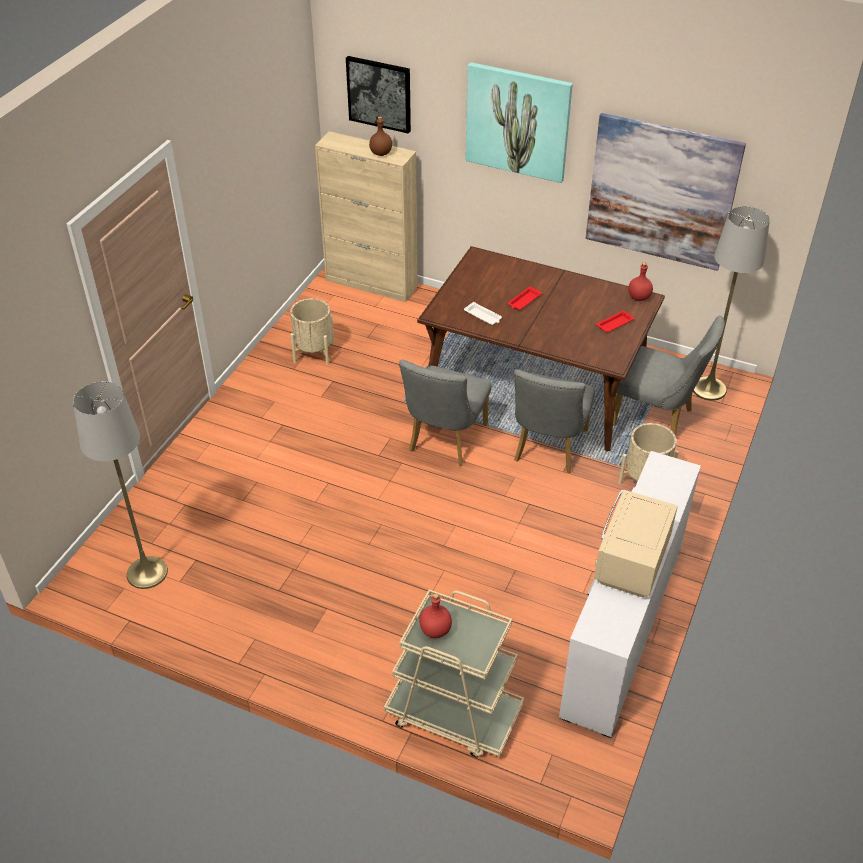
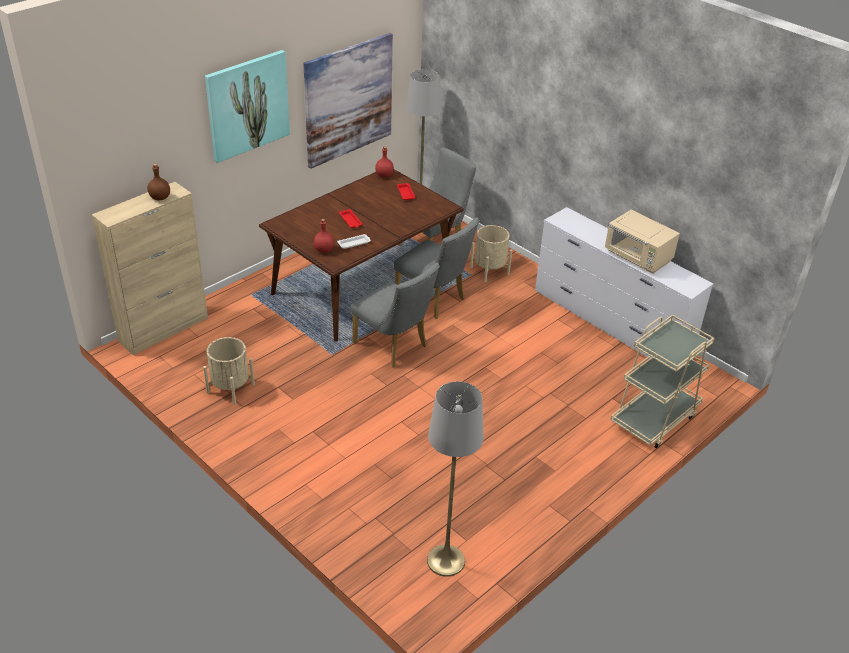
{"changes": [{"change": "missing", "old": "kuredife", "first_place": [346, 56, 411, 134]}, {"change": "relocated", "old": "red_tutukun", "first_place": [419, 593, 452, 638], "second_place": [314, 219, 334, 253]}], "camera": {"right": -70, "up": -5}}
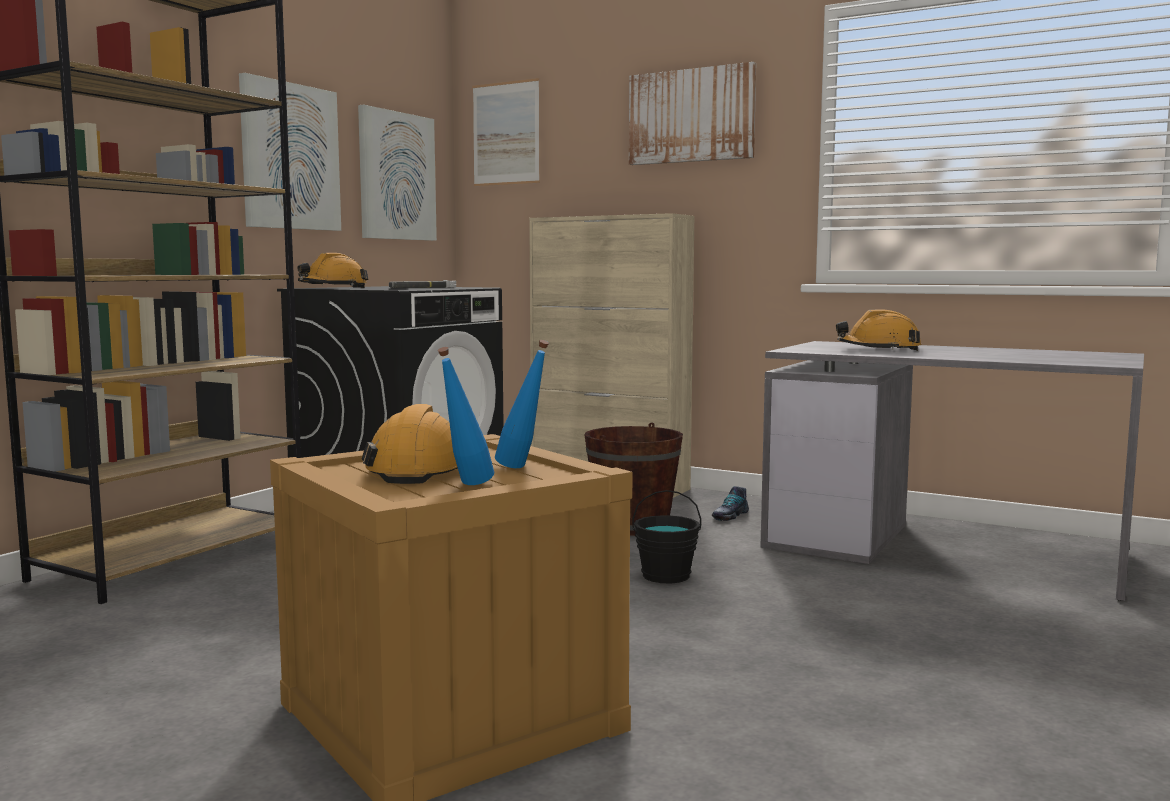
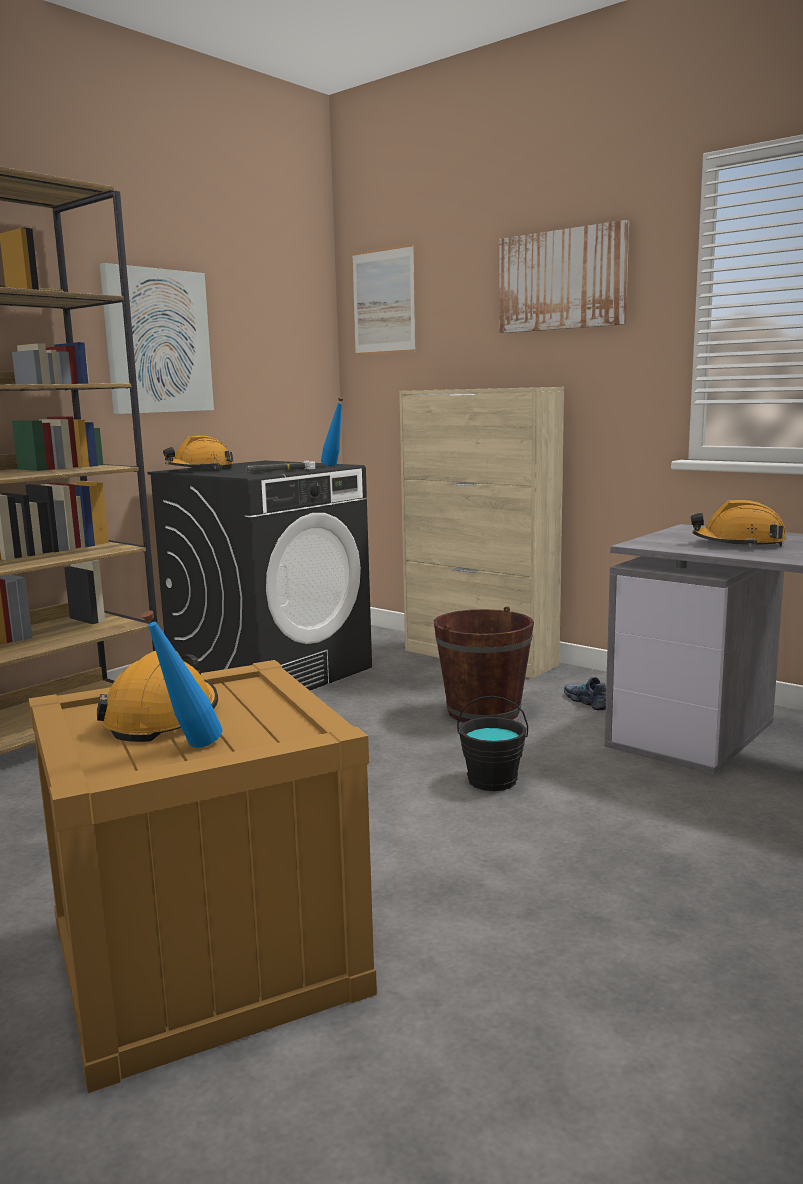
{"changes": [{"change": "missing", "old": "kuredife", "first_place": [358, 105, 437, 241]}, {"change": "relocated", "old": "blue_tutukun", "first_place": [495, 340, 549, 468], "second_place": [321, 397, 343, 466]}, {"change": "spun", "old": "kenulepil", "first_place": [712, 486, 749, 521], "second_place": [564, 677, 606, 710], "degrees": 105}], "camera": {"right": 10, "up": 5}}
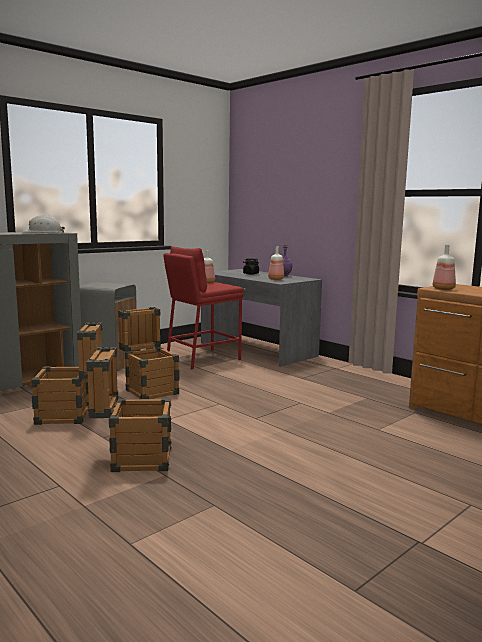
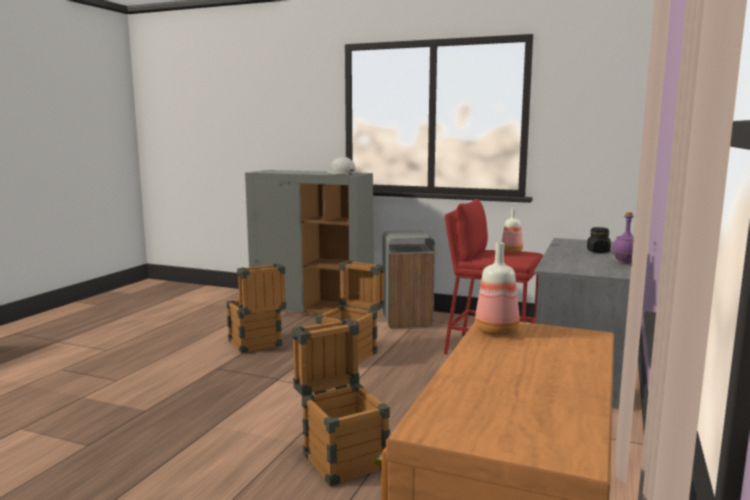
{"changes": [{"change": "missing", "old": "tutukun", "first_place": [268, 246, 284, 280]}, {"change": "relocated", "old": "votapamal", "first_place": [86, 347, 172, 472], "second_place": [292, 318, 390, 486]}], "camera": {"right": 65, "up": 0}}
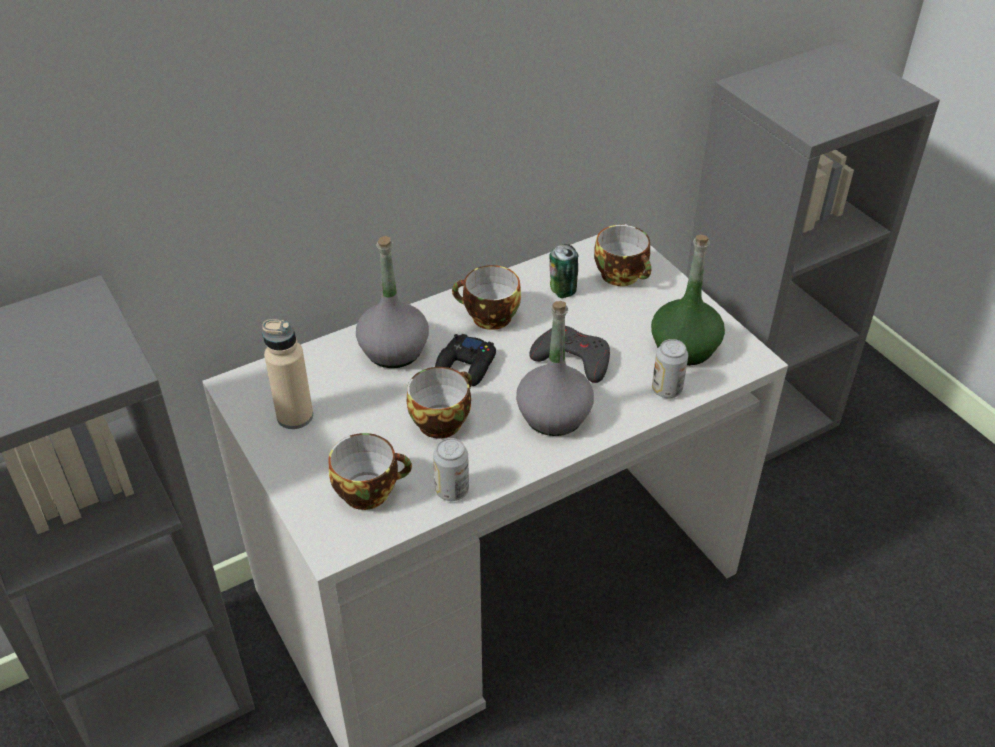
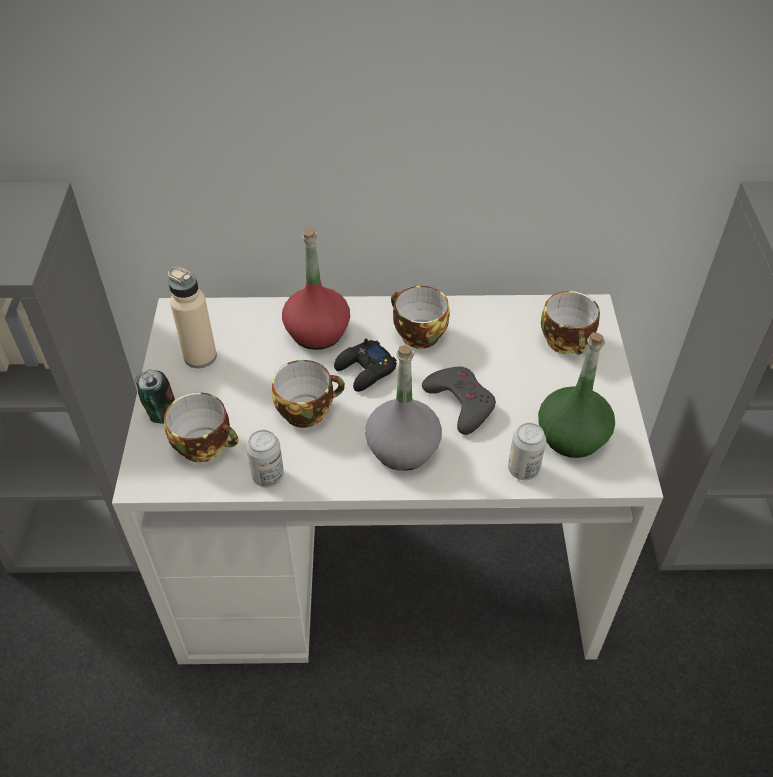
{"changes": [{"change": "colour", "old": "grey_tutukun", "new": "red_tutukun", "first_place": [356, 236, 429, 368], "second_place": [282, 228, 350, 350]}, {"change": "relocated", "old": "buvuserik", "first_place": [550, 244, 579, 298], "second_place": [135, 370, 175, 424]}], "camera": {"right": 30, "up": 5}}
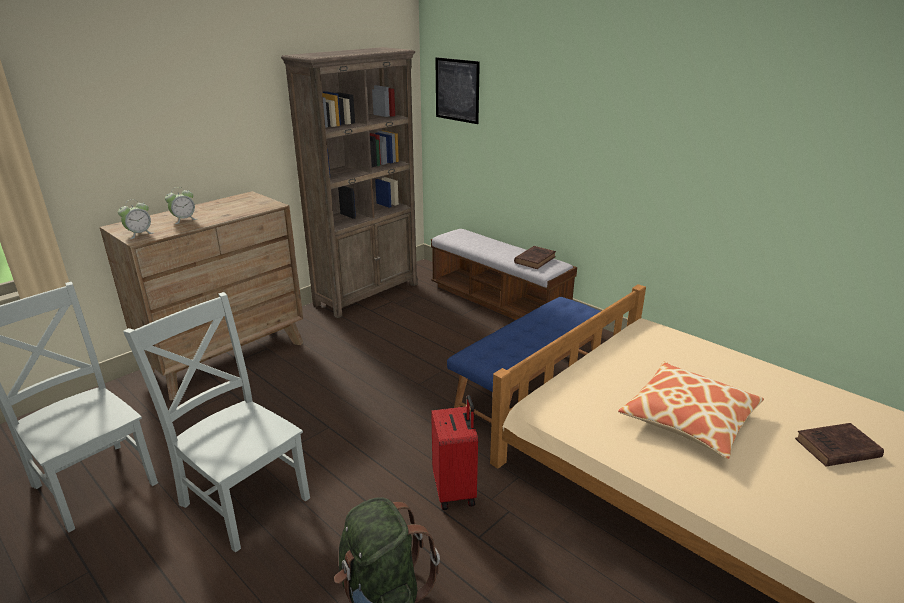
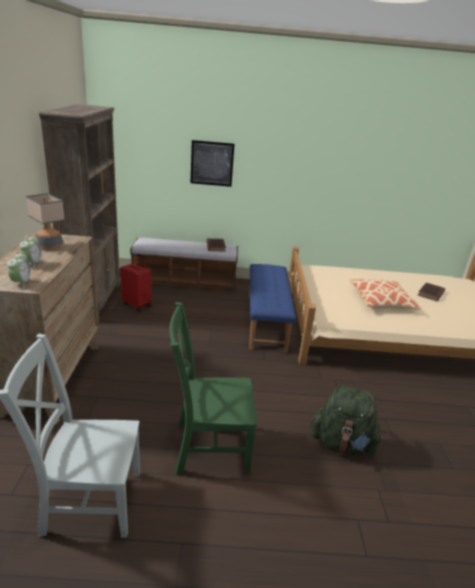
{"changes": [{"change": "relocated", "old": "kuredife", "first_place": [435, 57, 480, 124], "second_place": [191, 140, 234, 187]}, {"change": "colour", "old": "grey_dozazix", "new": "green_dozazix", "first_place": [123, 292, 310, 553], "second_place": [169, 302, 257, 474]}, {"change": "relocated", "old": "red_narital", "first_place": [431, 395, 478, 510], "second_place": [120, 254, 152, 312]}, {"change": "appeared", "new": "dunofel", "second_place": [26, 193, 65, 249]}], "camera": {"right": -45, "up": 0}}
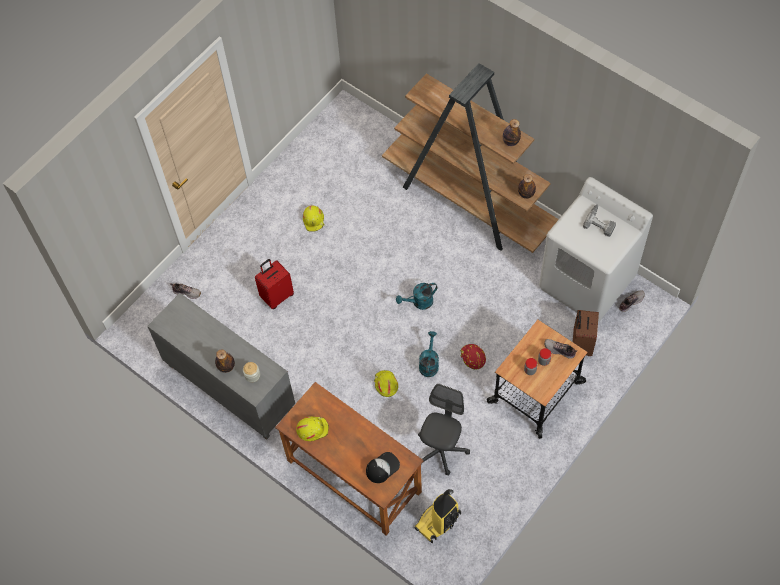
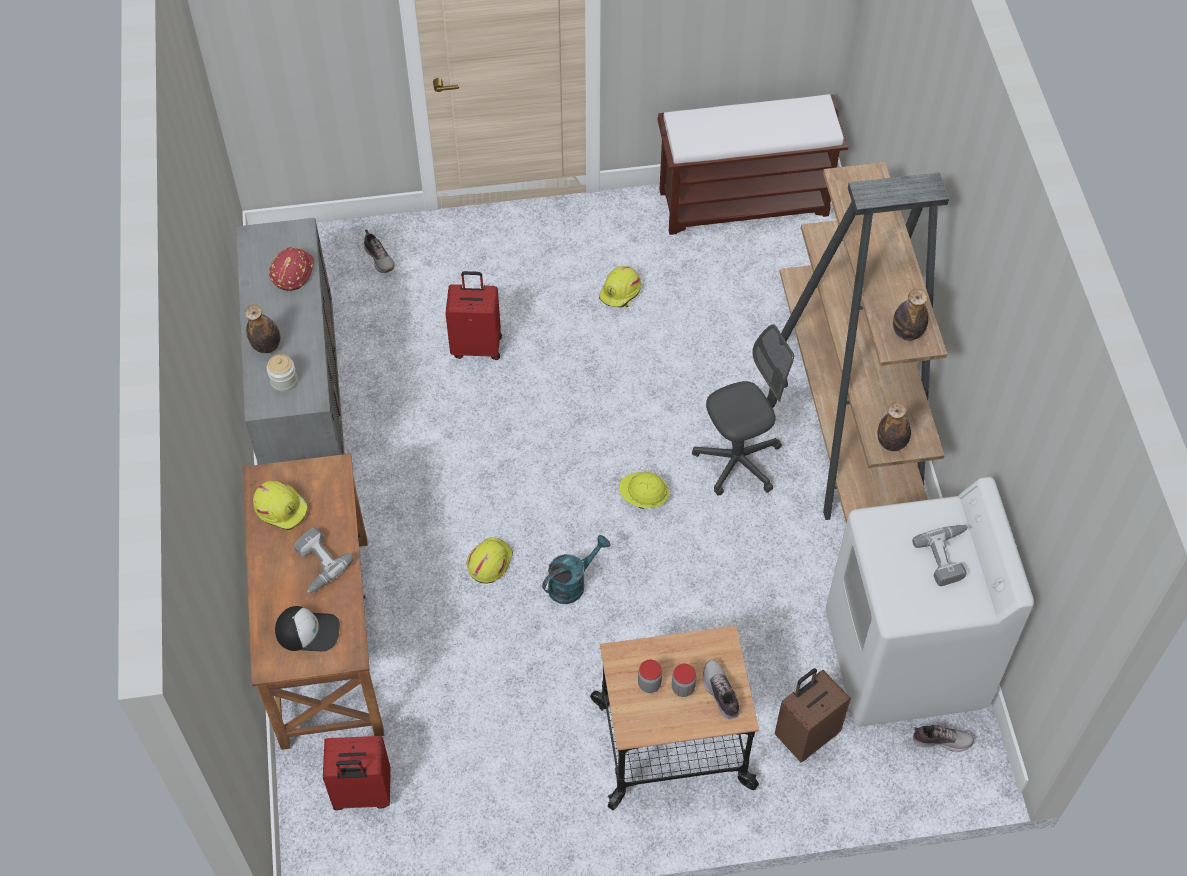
{"changes": [{"change": "exchanged", "old": "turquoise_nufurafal", "new": "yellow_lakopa", "first_place": [396, 283, 438, 310], "second_place": [619, 472, 669, 509]}, {"change": "relocated", "old": "red_lakopa", "first_place": [460, 344, 486, 370], "second_place": [269, 247, 314, 291]}, {"change": "relocated", "old": "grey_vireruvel", "first_place": [418, 384, 470, 476], "second_place": [692, 325, 794, 496]}, {"change": "exchanged", "old": "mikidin", "new": "red_narital", "first_place": [415, 489, 461, 544], "second_place": [323, 736, 391, 810]}, {"change": "appeared", "new": "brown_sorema", "second_place": [658, 94, 848, 235]}, {"change": "appeared", "new": "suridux", "second_place": [294, 528, 354, 593]}], "camera": {"right": 40, "up": -5}}
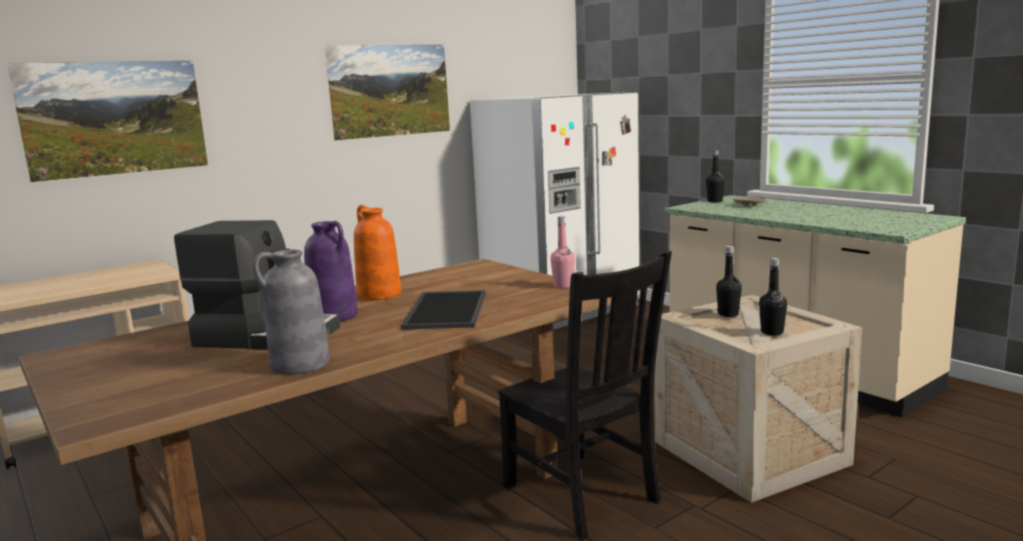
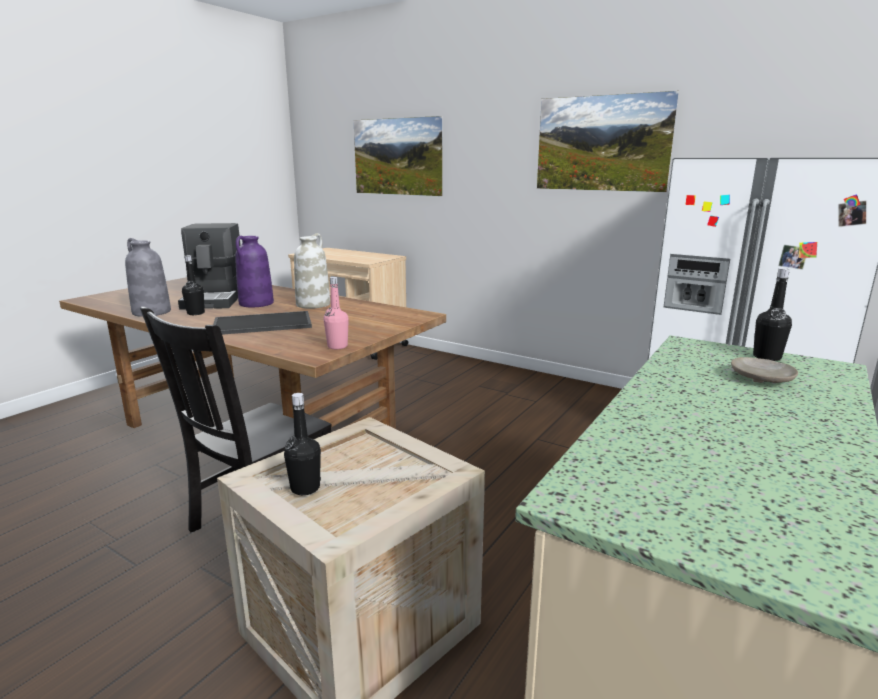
{"changes": [{"change": "colour", "old": "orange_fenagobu", "new": "white_fenagobu", "first_place": [354, 205, 401, 300], "second_place": [294, 233, 330, 309]}, {"change": "relocated", "old": "black_tutukun", "first_place": [716, 246, 742, 317], "second_place": [182, 255, 205, 315]}], "camera": {"right": 70, "up": 5}}
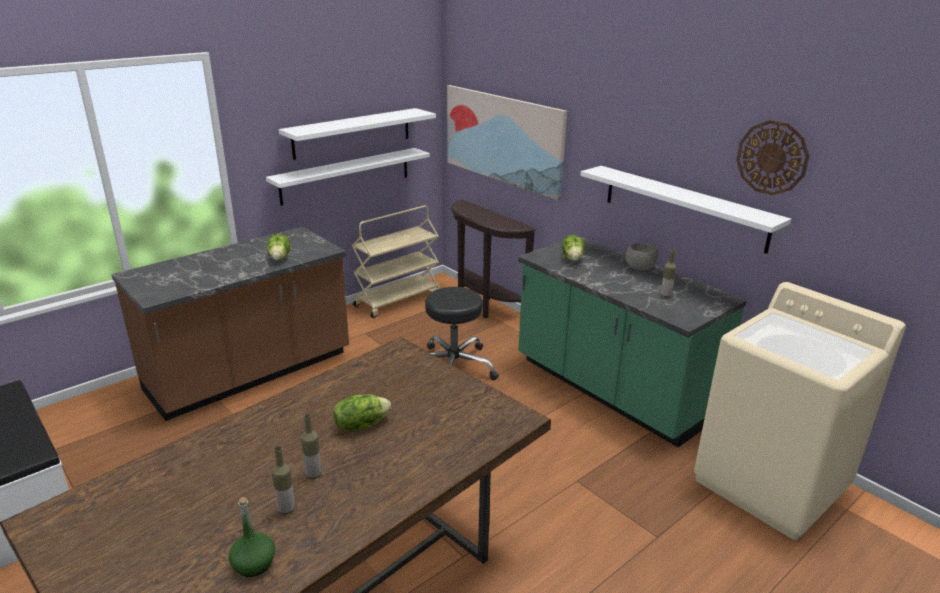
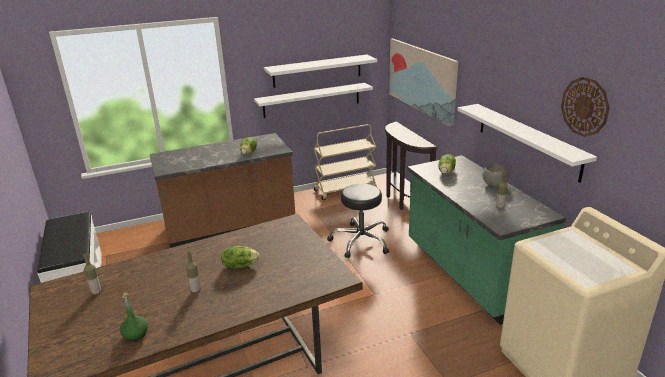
{"changes": [{"change": "relocated", "old": "tutukun", "first_place": [272, 446, 295, 514], "second_place": [83, 254, 101, 295]}], "camera": {"right": 20, "up": 0}}
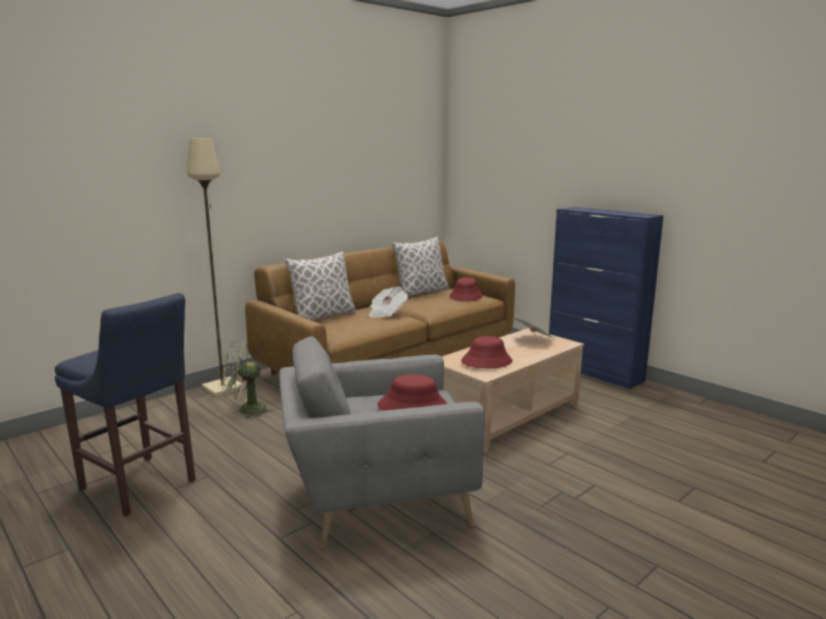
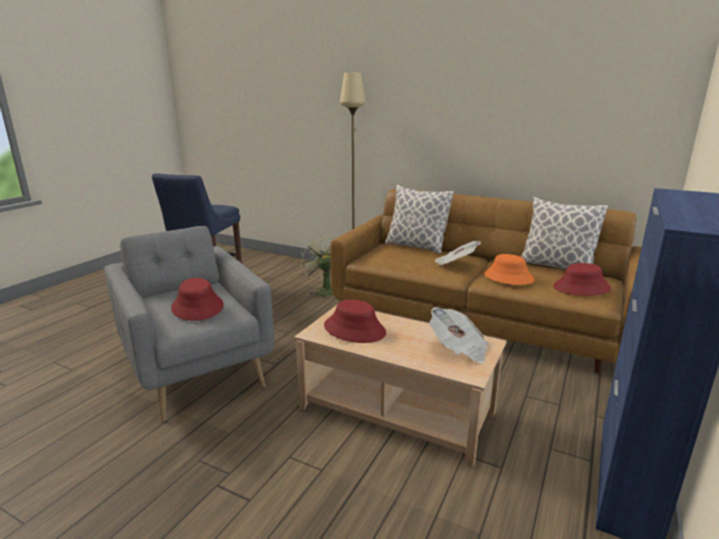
{"changes": [{"change": "appeared", "new": "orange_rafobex", "second_place": [484, 254, 535, 285]}], "camera": {"right": 70, "up": 5}}
